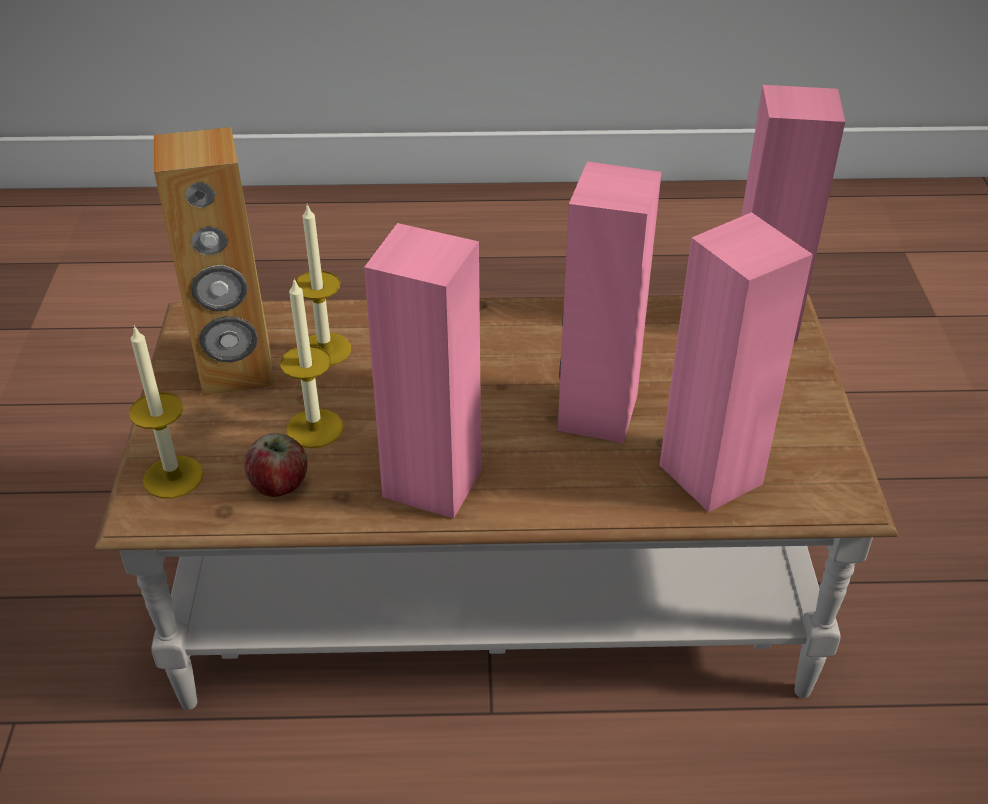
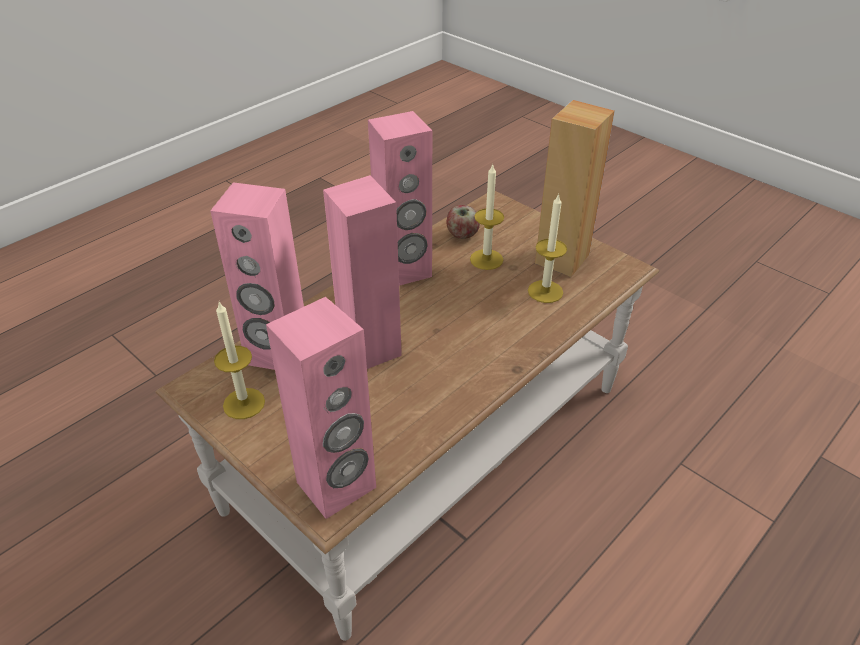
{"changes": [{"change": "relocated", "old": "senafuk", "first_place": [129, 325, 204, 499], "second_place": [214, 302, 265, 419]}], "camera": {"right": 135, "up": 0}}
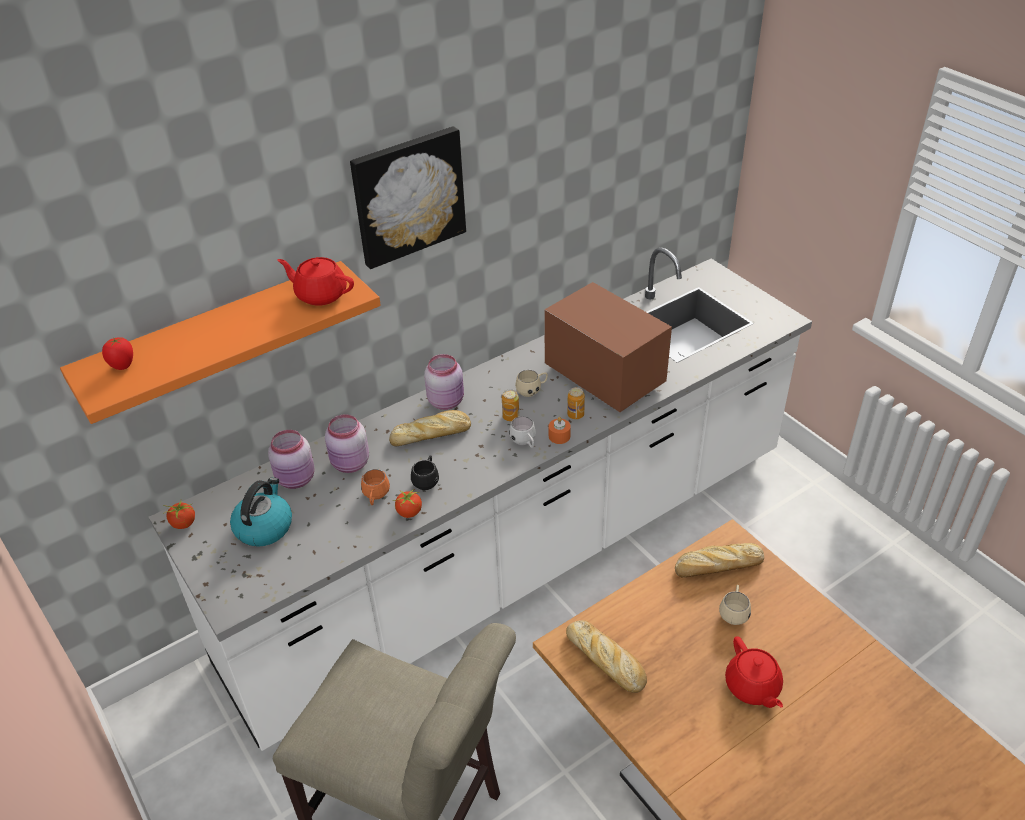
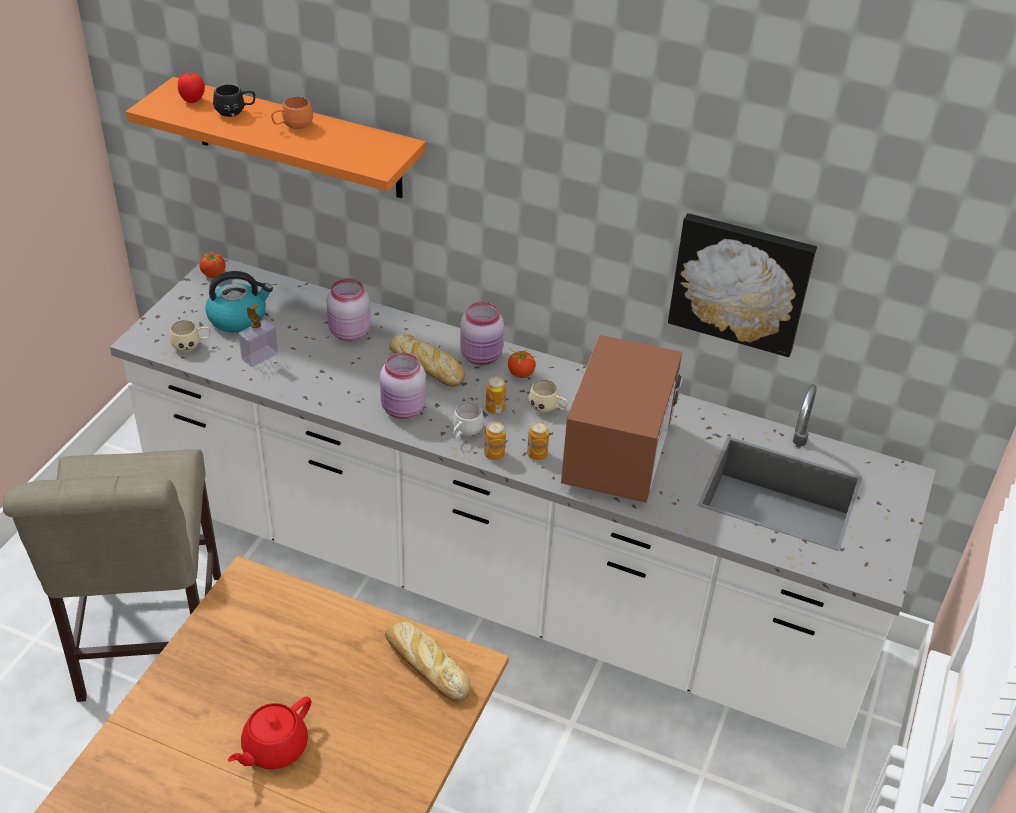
{"changes": [{"change": "relocated", "old": "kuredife", "first_place": [350, 126, 466, 269], "second_place": [668, 213, 817, 357]}, {"change": "missing", "old": "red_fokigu", "first_place": [277, 257, 354, 306]}, {"change": "exchanged", "old": "orange_senafuk", "new": "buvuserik", "first_place": [549, 417, 571, 444], "second_place": [484, 421, 506, 460]}, {"change": "relocated", "old": "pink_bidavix", "first_place": [268, 430, 315, 489], "second_place": [380, 353, 426, 419]}, {"change": "relocated", "old": "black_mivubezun", "first_place": [411, 455, 439, 490], "second_place": [213, 84, 255, 117]}, {"change": "relocated", "old": "orange_mivubezun", "first_place": [361, 469, 390, 505], "second_place": [271, 96, 313, 129]}, {"change": "relocated", "old": "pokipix", "first_place": [392, 488, 422, 518], "second_place": [508, 348, 536, 378]}, {"change": "relocated", "old": "beige_mivubezun", "first_place": [719, 585, 751, 625], "second_place": [170, 320, 210, 352]}, {"change": "missing", "old": "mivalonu", "first_place": [566, 620, 647, 693]}, {"change": "appeared", "new": "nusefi", "second_place": [238, 304, 278, 367]}], "camera": {"right": 55, "up": 0}}
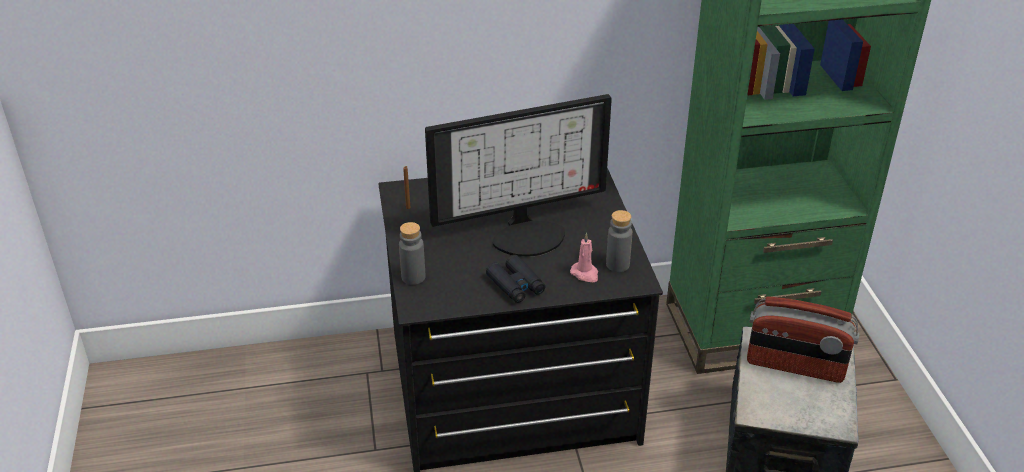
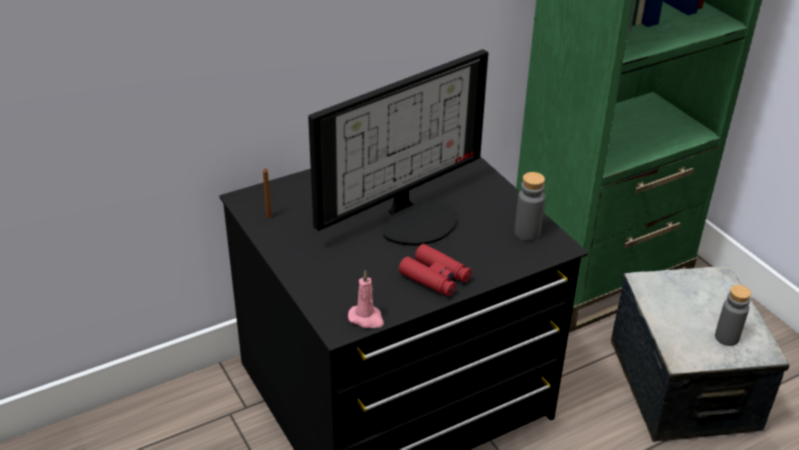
{"changes": [{"change": "relocated", "old": "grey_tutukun", "first_place": [399, 222, 425, 285], "second_place": [715, 285, 751, 346]}, {"change": "relocated", "old": "pink_senafuk", "first_place": [570, 233, 598, 282], "second_place": [348, 271, 384, 328]}, {"change": "colour", "old": "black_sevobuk", "new": "red_sevobuk", "first_place": [486, 255, 546, 303], "second_place": [399, 244, 472, 296]}, {"change": "missing", "old": "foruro", "first_place": [747, 296, 859, 383]}], "camera": {"right": -20, "up": 0}}
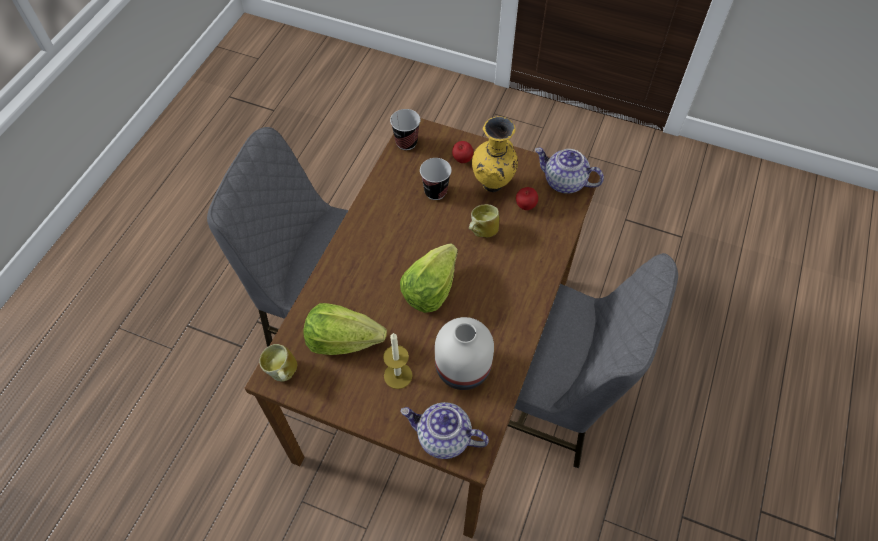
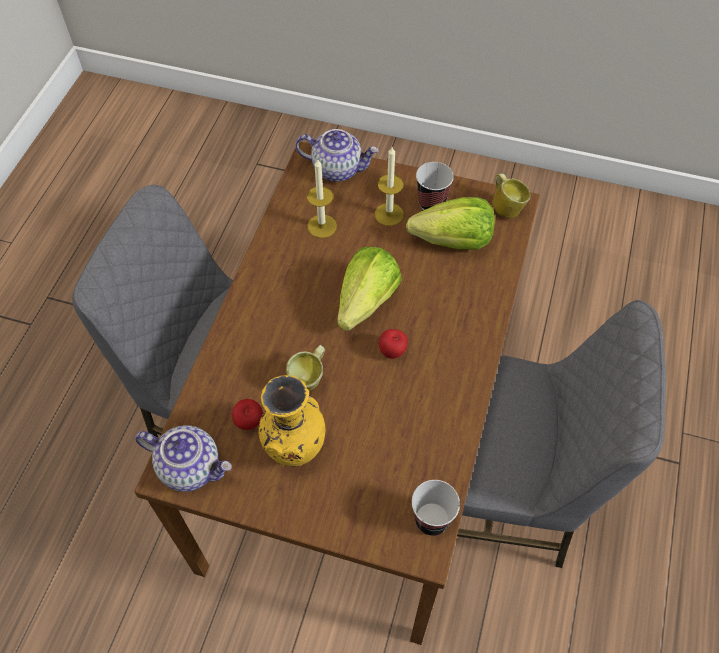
{"changes": [{"change": "relocated", "old": "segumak", "first_place": [452, 141, 473, 163], "second_place": [379, 329, 408, 359]}, {"change": "relocated", "old": "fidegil", "first_place": [420, 158, 452, 200], "second_place": [416, 162, 454, 210]}, {"change": "exchanged", "old": "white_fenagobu", "new": "senafuk", "first_place": [435, 317, 494, 390], "second_place": [307, 158, 337, 238]}], "camera": {"right": 175, "up": 0}}
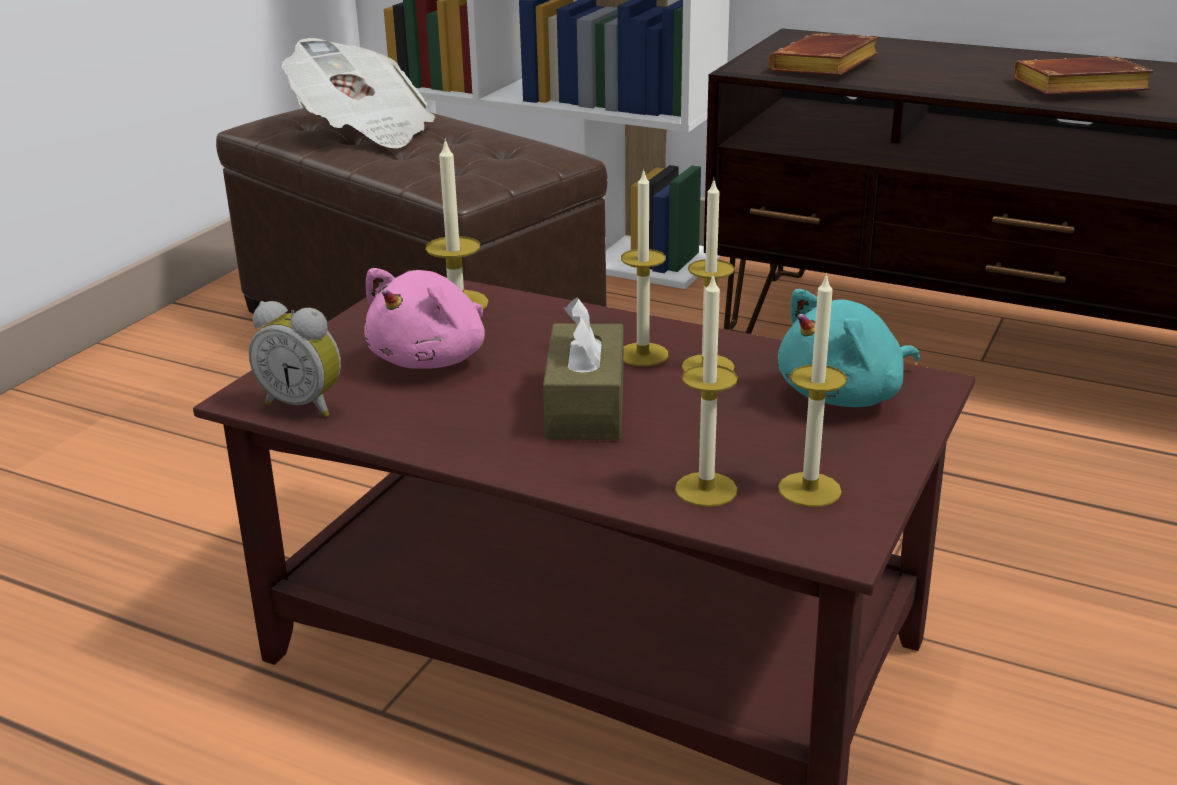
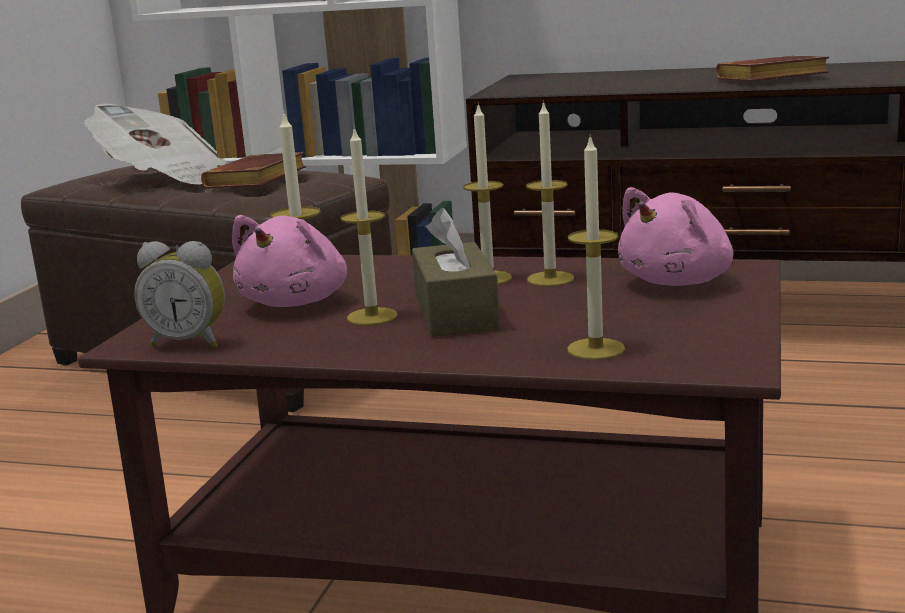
{"changes": [{"change": "relocated", "old": "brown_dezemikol", "first_place": [769, 33, 879, 75], "second_place": [201, 152, 306, 188]}, {"change": "relocated", "old": "senafuk", "first_place": [778, 273, 847, 507], "second_place": [341, 127, 398, 325]}, {"change": "colour", "old": "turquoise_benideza", "new": "pink_benideza", "first_place": [778, 289, 920, 407], "second_place": [618, 187, 733, 286]}], "camera": {"right": -10, "up": -10}}
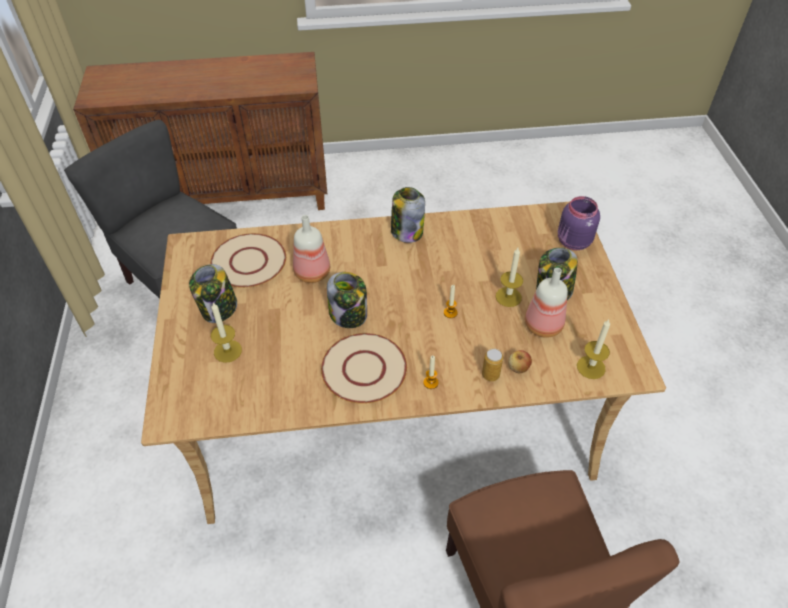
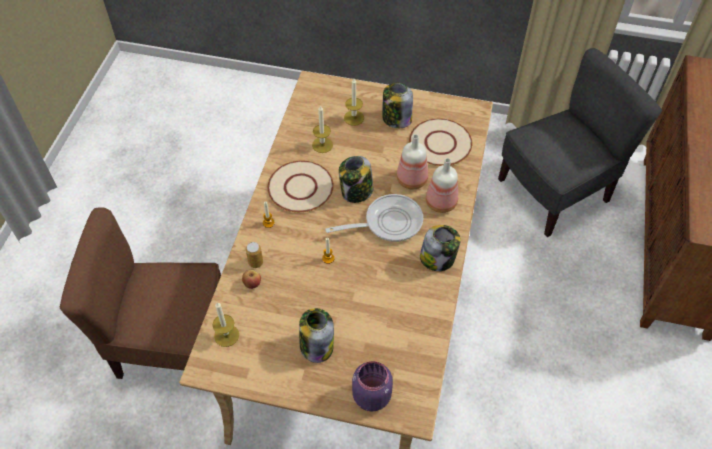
{"changes": [{"change": "relocated", "old": "senafuk", "first_place": [496, 248, 523, 307], "second_place": [312, 105, 333, 153]}, {"change": "relocated", "old": "tutukun", "first_place": [525, 268, 568, 338], "second_place": [426, 158, 458, 213]}, {"change": "appeared", "new": "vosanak", "second_place": [325, 194, 423, 242]}], "camera": {"right": 110, "up": 5}}
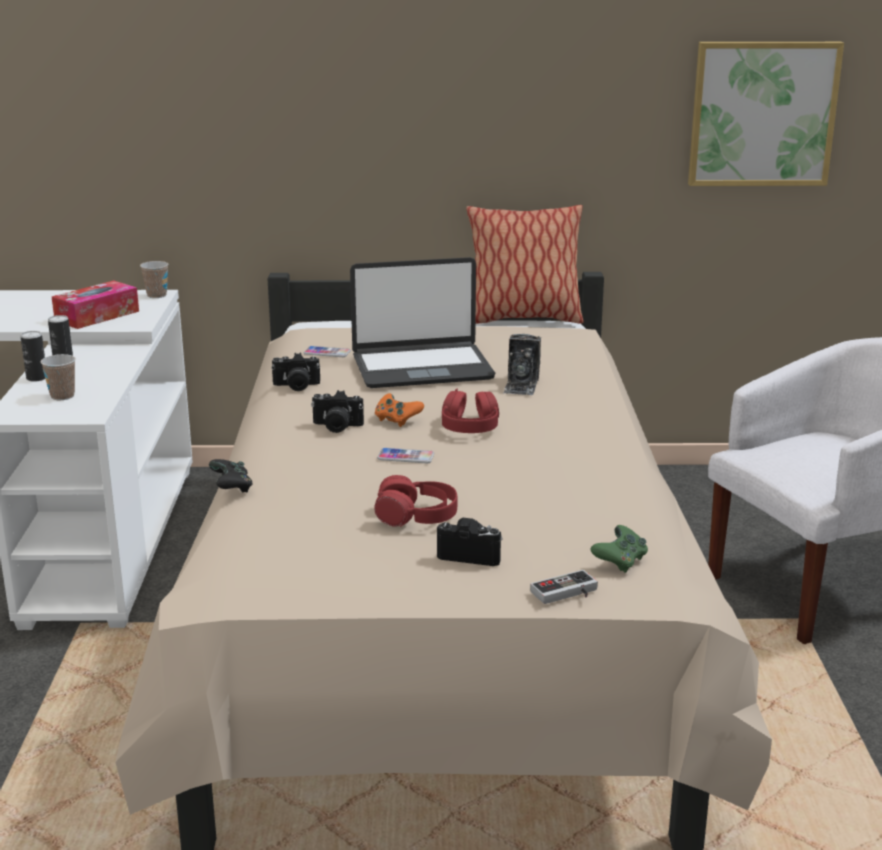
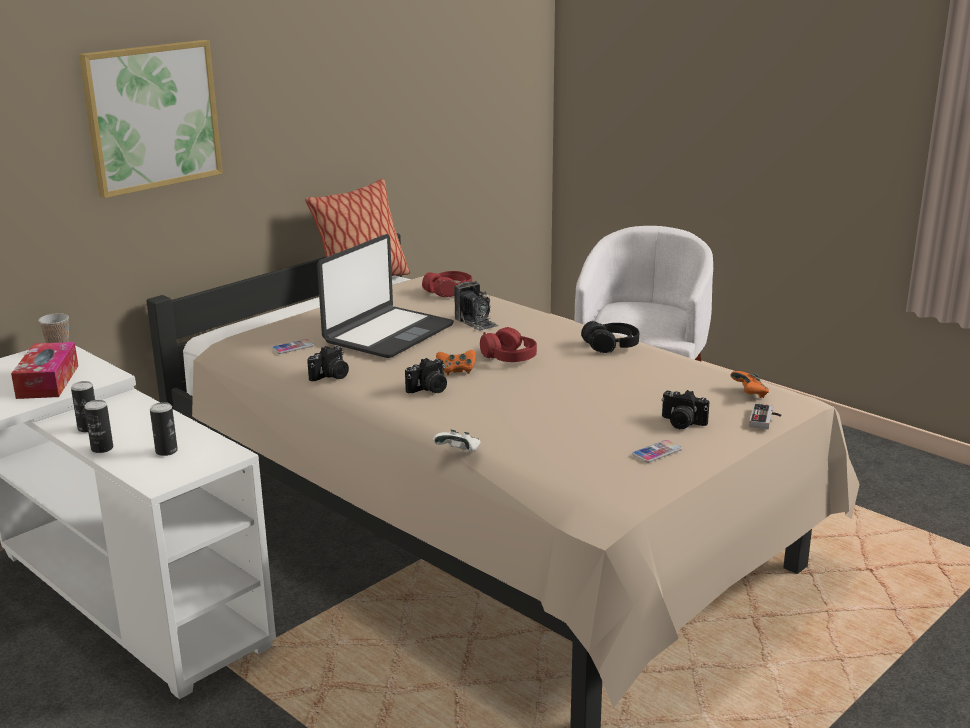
{"changes": [{"change": "relocated", "old": "kuredife", "first_place": [688, 42, 844, 186], "second_place": [79, 40, 223, 198]}, {"change": "exchanged", "old": "fidegil", "new": "buvuserik", "first_place": [41, 354, 76, 400], "second_place": [150, 402, 178, 456]}, {"change": "relocated", "old": "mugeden", "first_place": [377, 448, 434, 463], "second_place": [632, 440, 682, 463]}, {"change": "colour", "old": "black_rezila", "new": "white_rezila", "first_place": [209, 459, 253, 492], "second_place": [433, 430, 481, 452]}, {"change": "relocated", "old": "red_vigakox", "first_place": [374, 475, 457, 527], "second_place": [422, 271, 472, 297]}, {"change": "spun", "old": "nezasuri", "first_place": [437, 518, 503, 566], "second_place": [661, 390, 710, 429], "degrees": -120}, {"change": "colour", "old": "green_rezila", "new": "orange_rezila", "first_place": [590, 525, 648, 573], "second_place": [731, 371, 769, 398]}, {"change": "appeared", "new": "black_vigakox", "second_place": [581, 321, 639, 353]}], "camera": {"right": -45, "up": 0}}
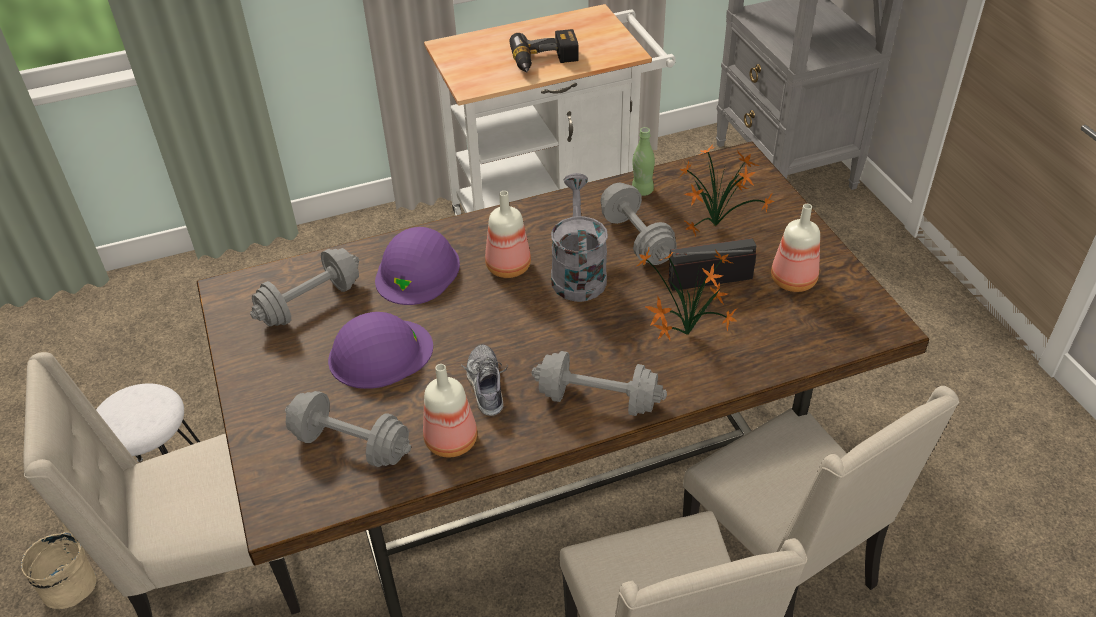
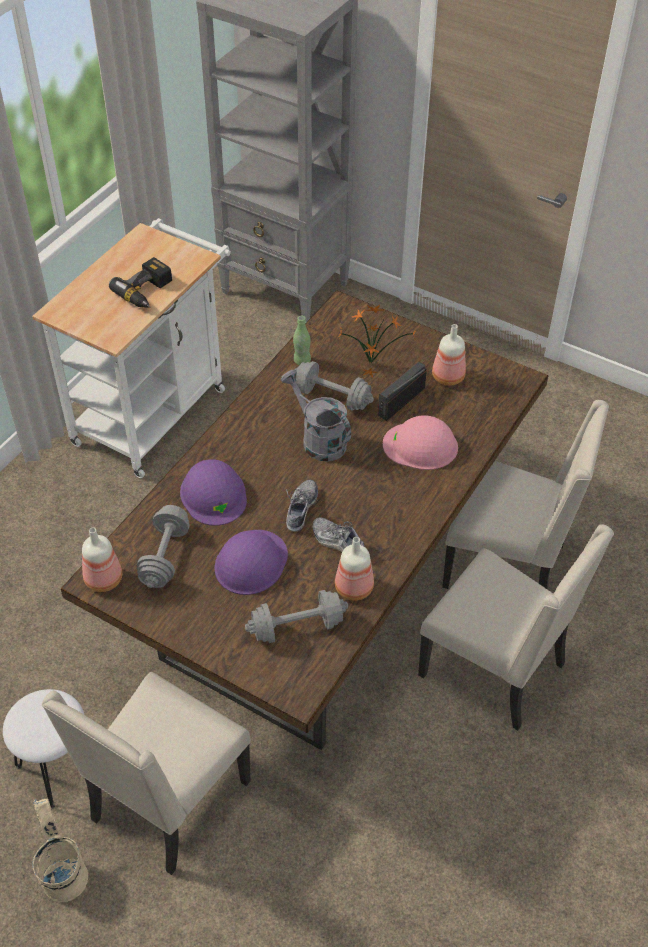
{"changes": [{"change": "relocated", "old": "tutukun", "first_place": [485, 191, 531, 278], "second_place": [82, 527, 122, 592]}, {"change": "exchanged", "old": "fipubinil", "new": "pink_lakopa", "first_place": [635, 248, 737, 340], "second_place": [383, 415, 458, 470]}, {"change": "missing", "old": "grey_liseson", "first_place": [532, 351, 667, 416]}, {"change": "appeared", "new": "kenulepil", "second_place": [286, 480, 318, 532]}], "camera": {"right": -40, "up": 5}}
